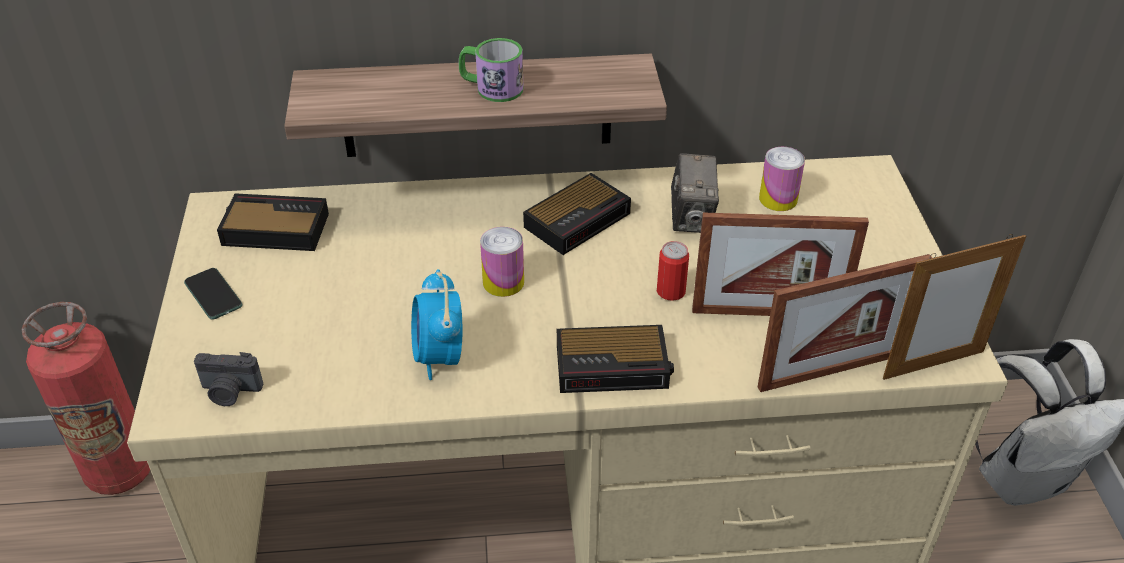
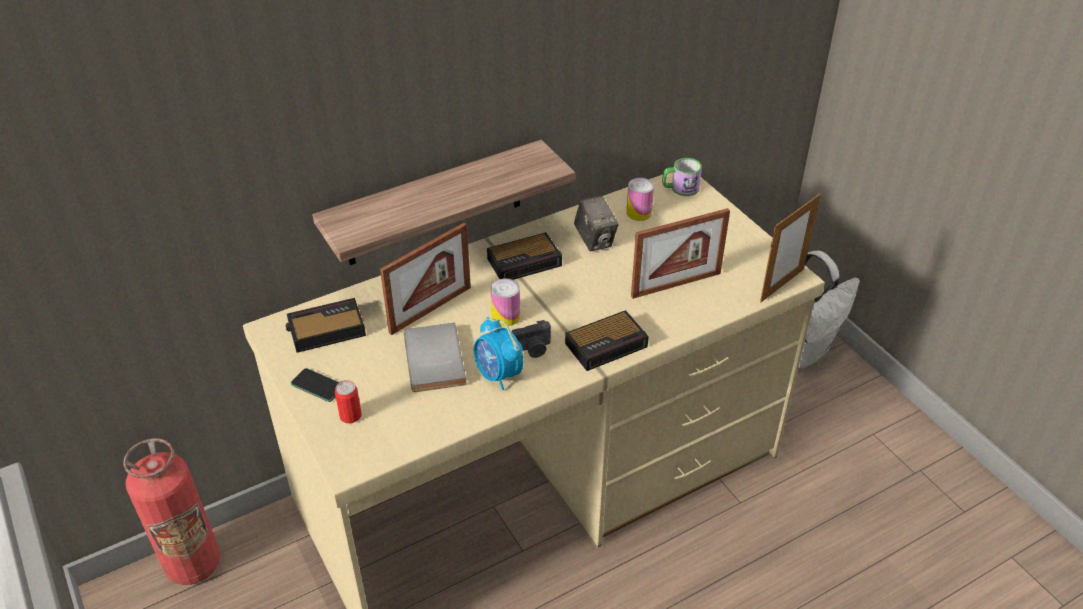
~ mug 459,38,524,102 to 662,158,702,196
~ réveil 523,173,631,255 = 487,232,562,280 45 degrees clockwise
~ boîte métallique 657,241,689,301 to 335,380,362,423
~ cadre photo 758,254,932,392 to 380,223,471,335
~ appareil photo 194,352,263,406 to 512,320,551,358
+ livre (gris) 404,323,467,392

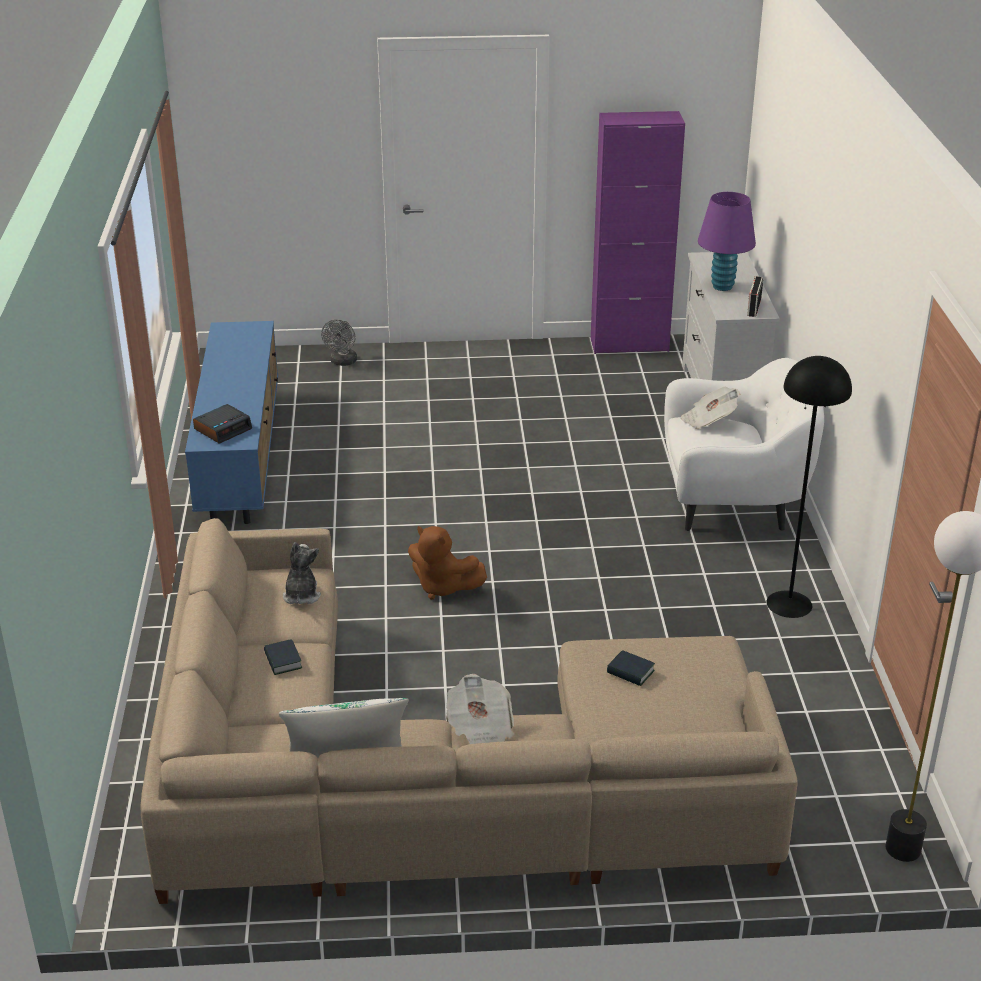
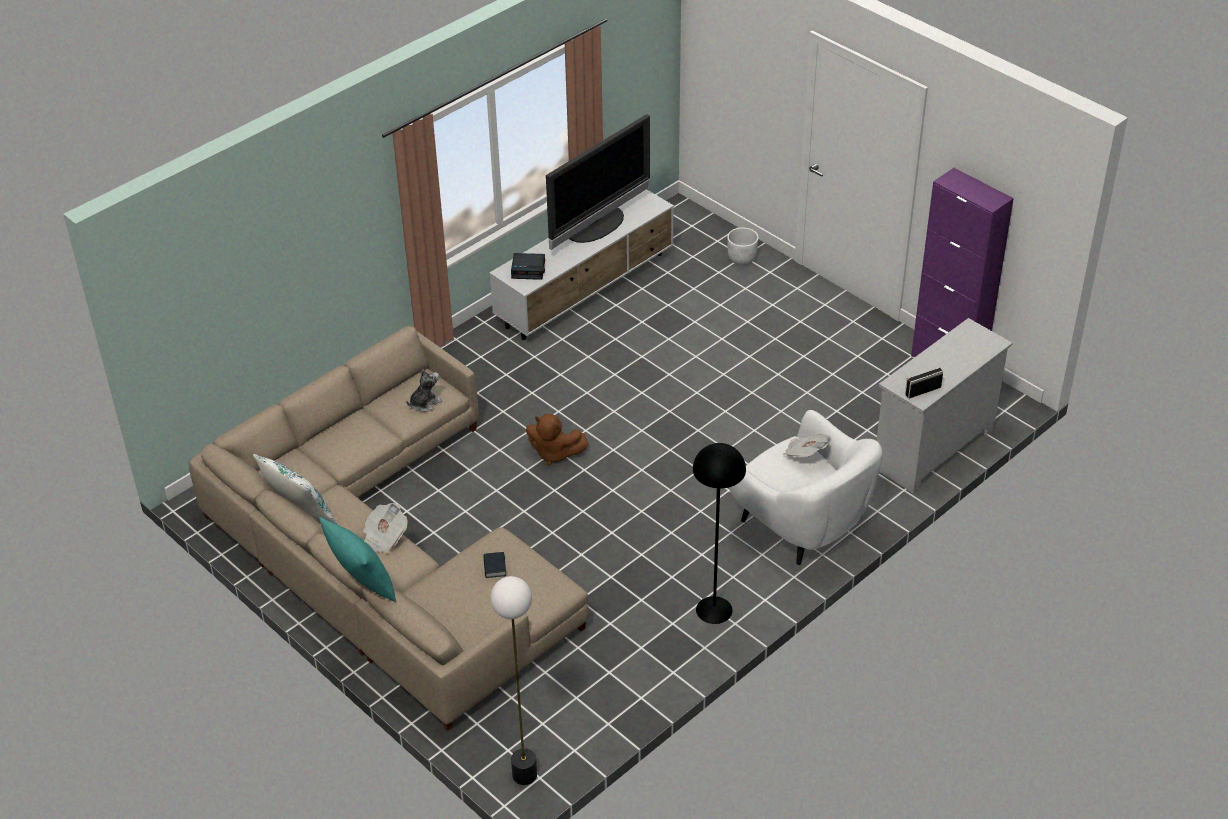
- lampe de table (violet) 698,192,756,291
~ ventilateur (gris) 321,319,357,366 to cache-pot (blanc) 727,228,759,265
~ meuble télé (bleu) 185,321,278,524 to meuble télé (blanc) 489,189,674,340
~ peluche (marron) 408,526,487,600 = 526,414,588,466 60 degrees counterclockwise
- livre 264,639,302,675
+ téléviseur 546,114,650,250
+ coussin (turquoise) 319,517,396,602

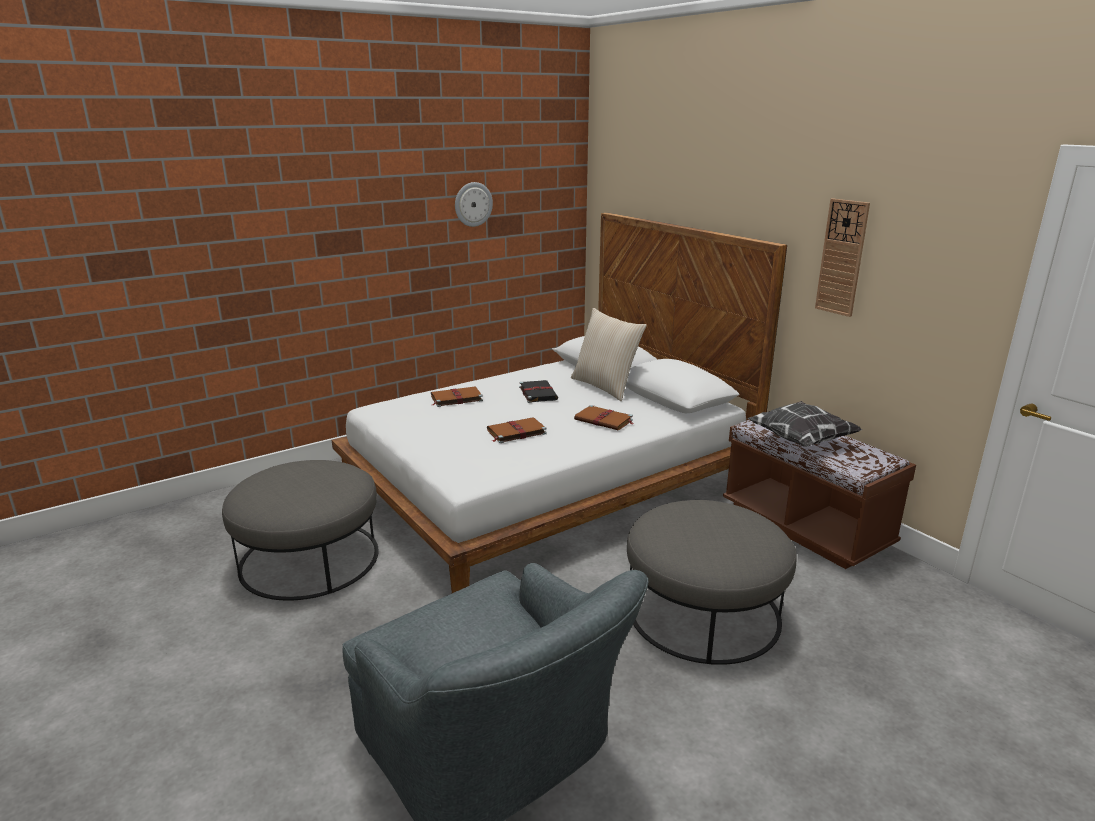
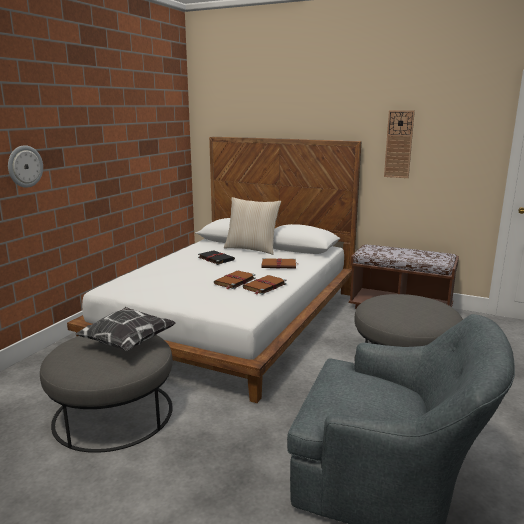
~ horloge murale 455,182,493,227 to 8,145,43,188
~ livre (marron) 431,386,483,407 to 243,275,286,295
~ coussin 748,401,862,447 to 75,307,176,351

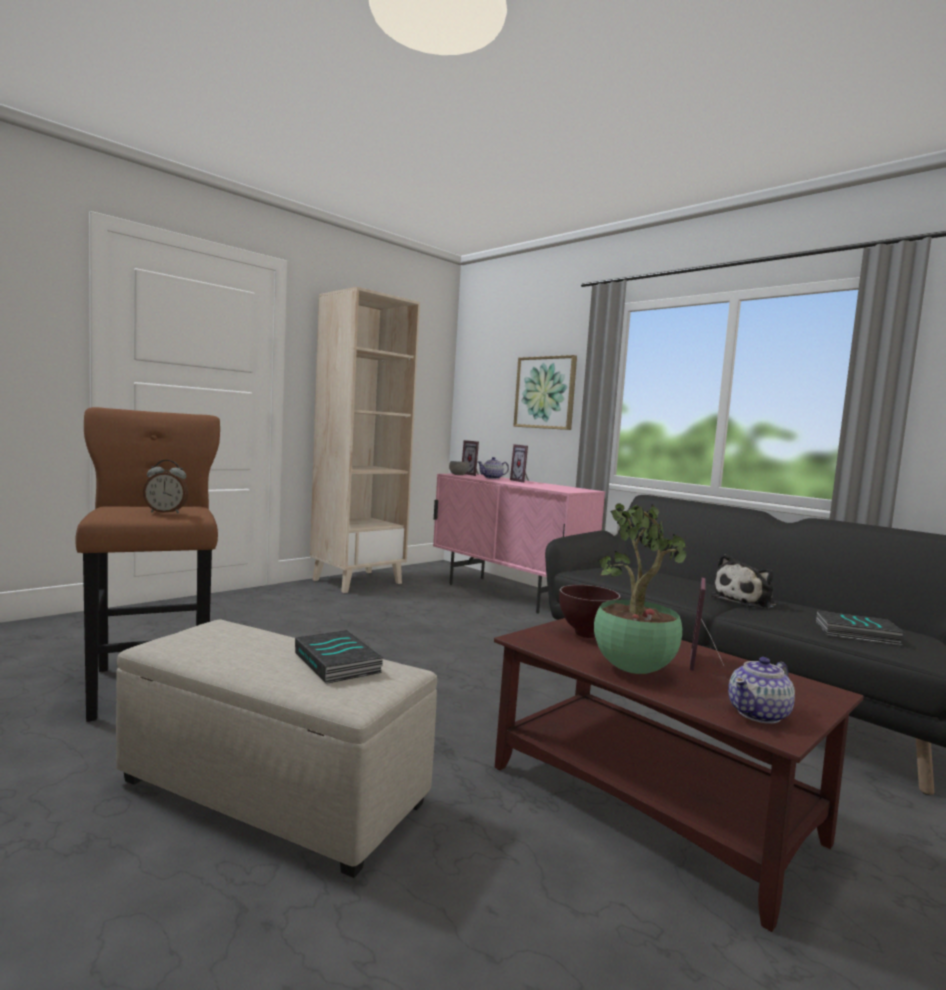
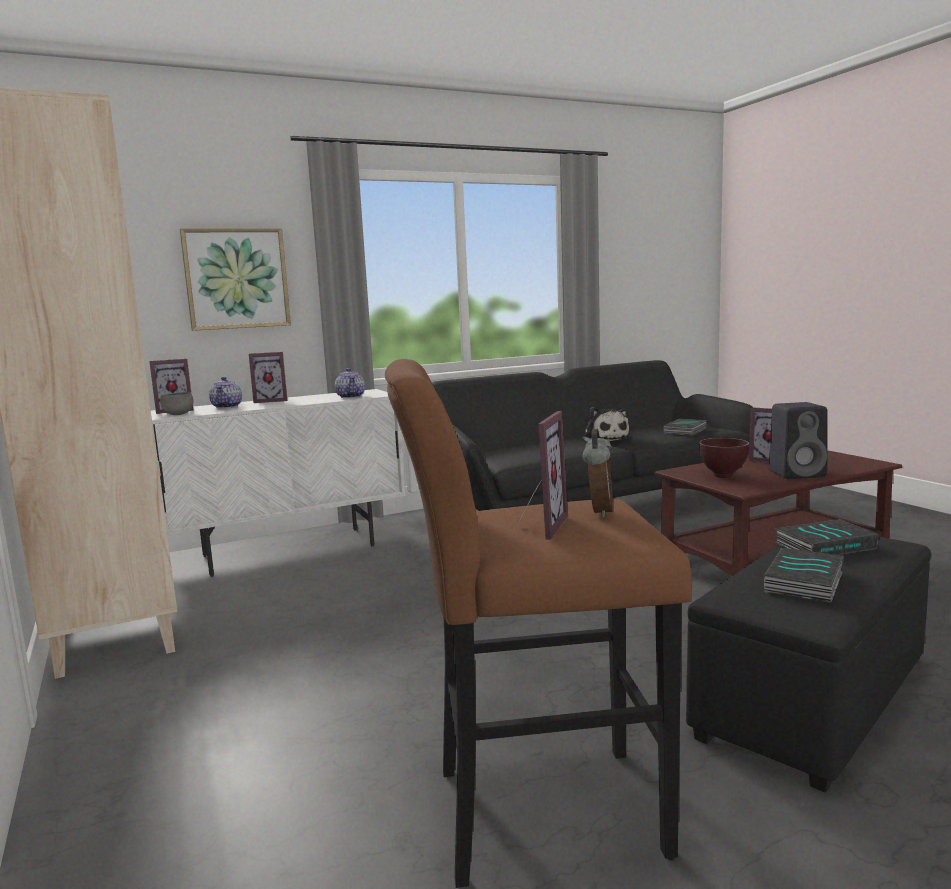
~ meuble de rangement (rose) 433,474,605,614 to meuble de rangement (blanc) 151,389,406,577
~ plante en pot 594,503,686,674 to enceinte (noir) 769,402,827,479
~ pouf (beige) 116,620,437,878 to pouf (noir) 686,537,931,793
~ théière 728,657,795,724 to 335,368,365,398
+ cadre photo 517,411,568,540
+ livre 764,548,844,603

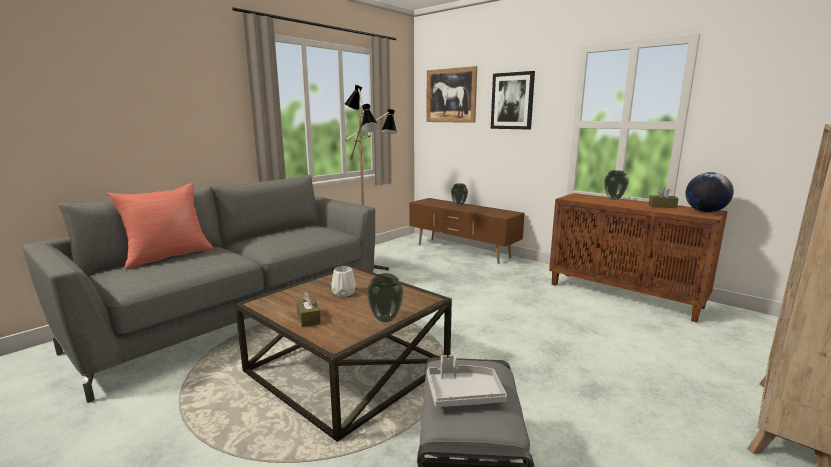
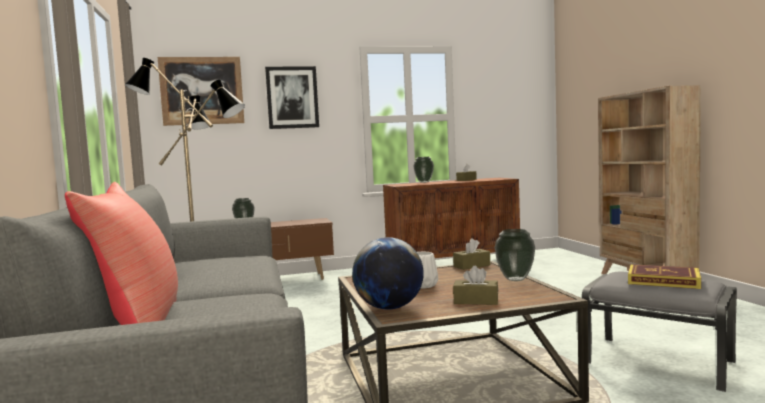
~ globe 685,172,734,212 to 352,237,424,310
~ plateau (gris) 427,355,507,407 to livre 628,264,701,289
+ boîte à mouchoirs (marron) 453,238,490,270

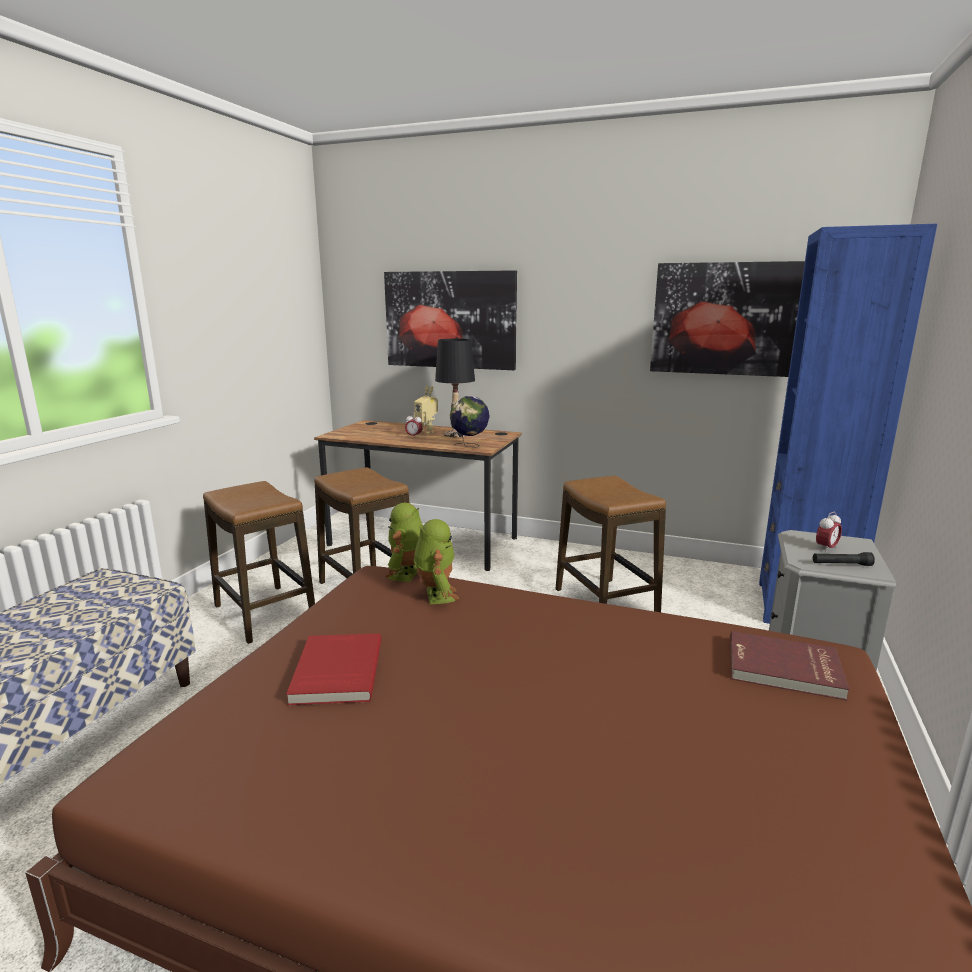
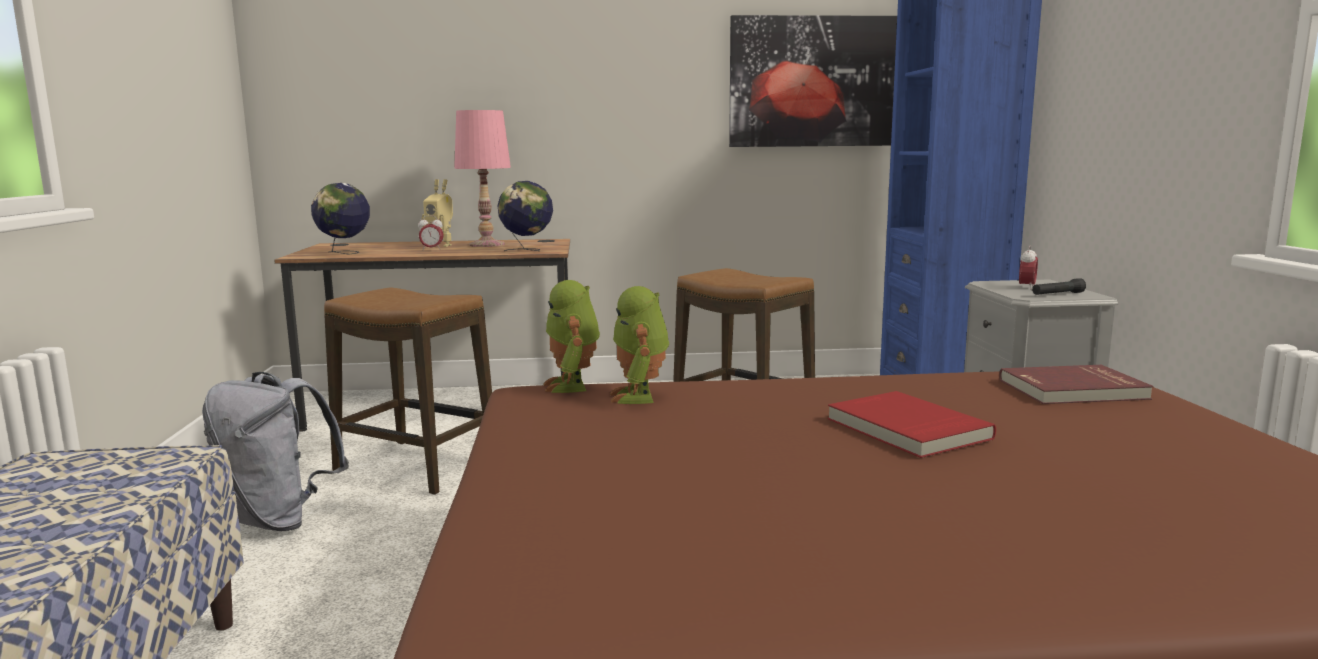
- tableau 384,270,517,370
~ lampe de table (noir) 435,339,475,437 to lampe de table (rose) 454,110,511,247
~ tabouret 203,481,315,644 to sac à dos (gris) 202,372,349,531
~ robot jouet 414,519,459,604 = 610,286,669,404 150 degrees counterclockwise
~ livre (rouge) 286,633,382,705 to 827,391,996,458
+ globe 311,183,370,255

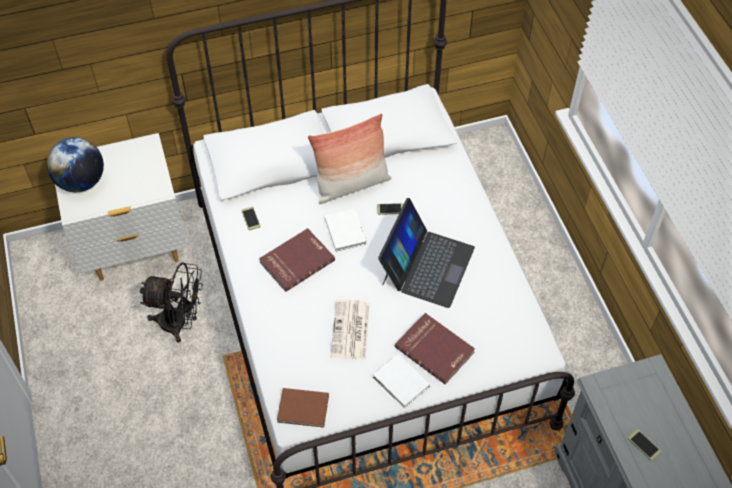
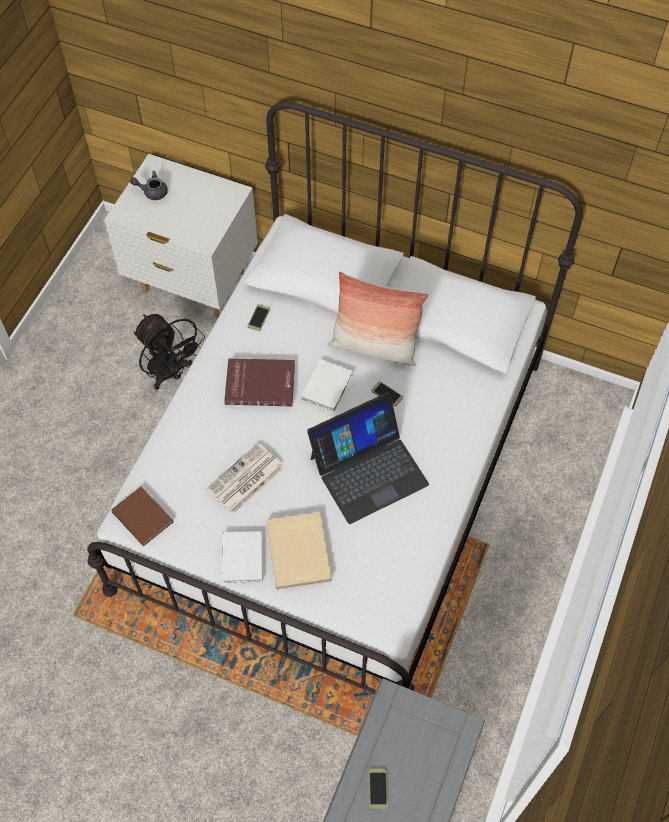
~ globe 47,137,104,192 to théière (gris) 130,171,168,200
~ livre (rouge) 395,313,475,384 to livre (beige) 266,512,332,590

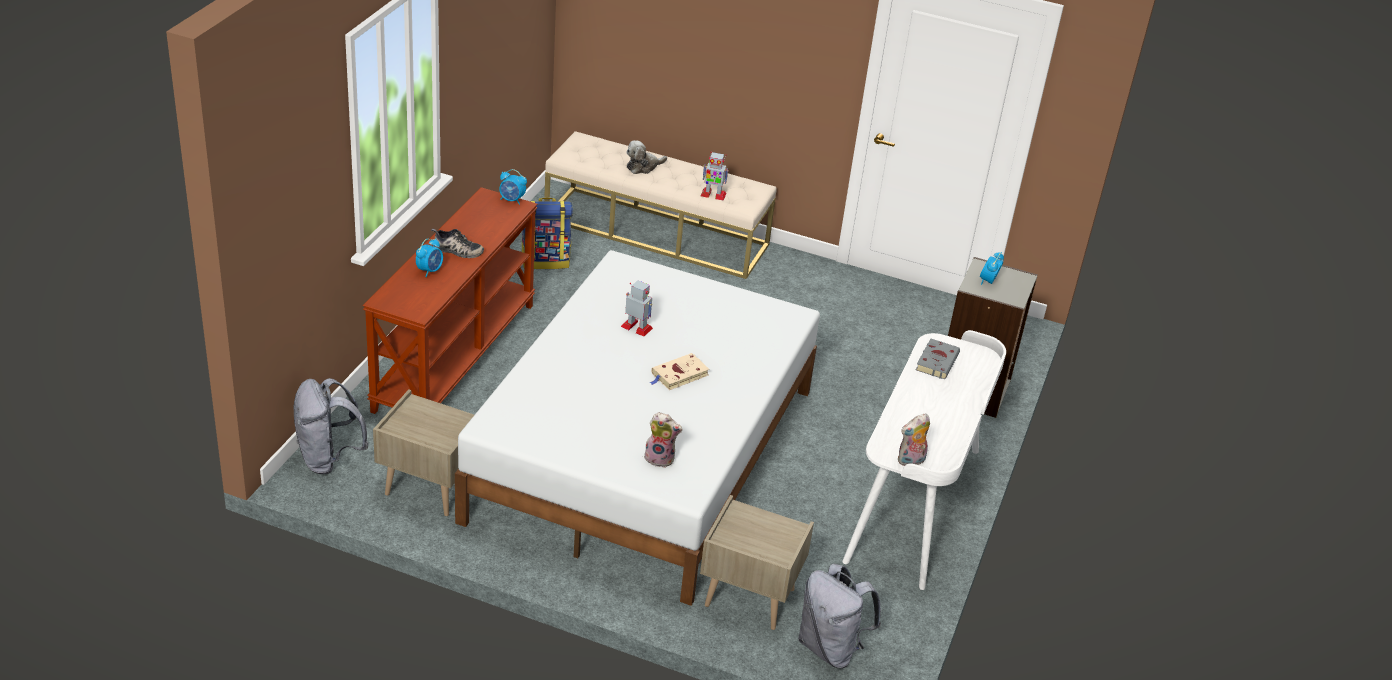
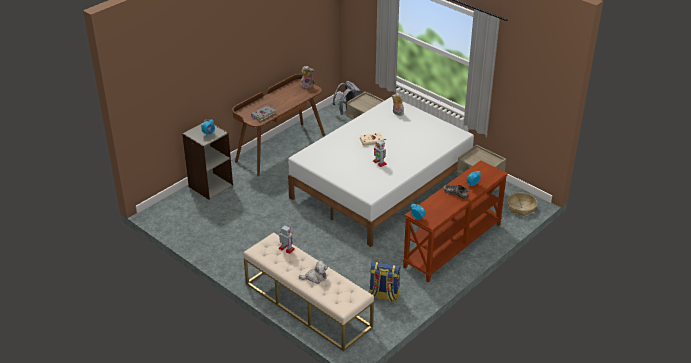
~ bureau (blanc) 842,330,1006,590 to bureau (marron) 232,74,325,176
~ sac à dos (gris) 293,378,369,474 to panier 507,192,537,216

